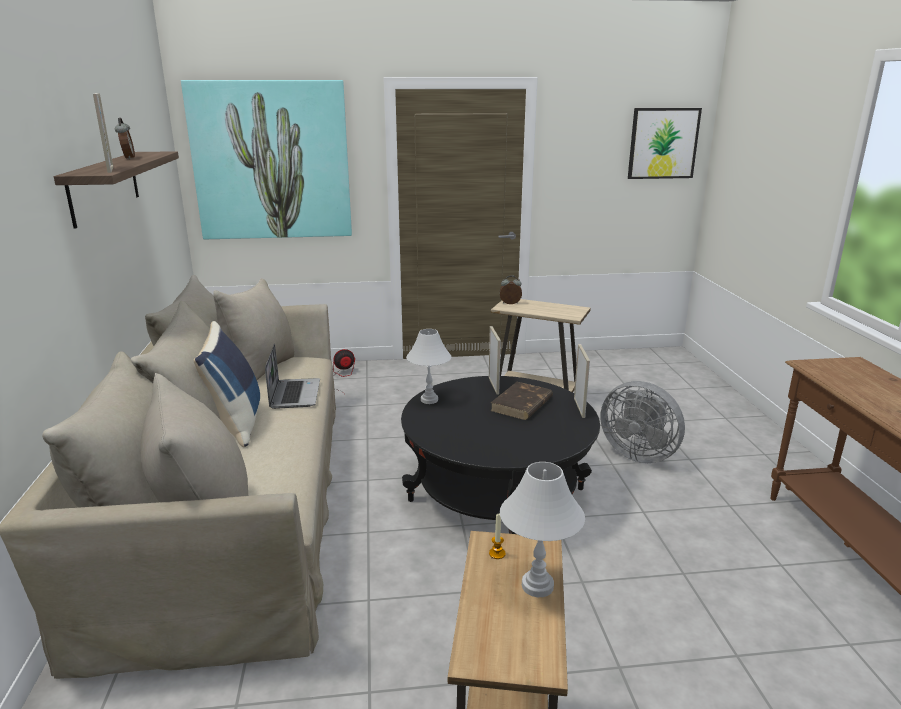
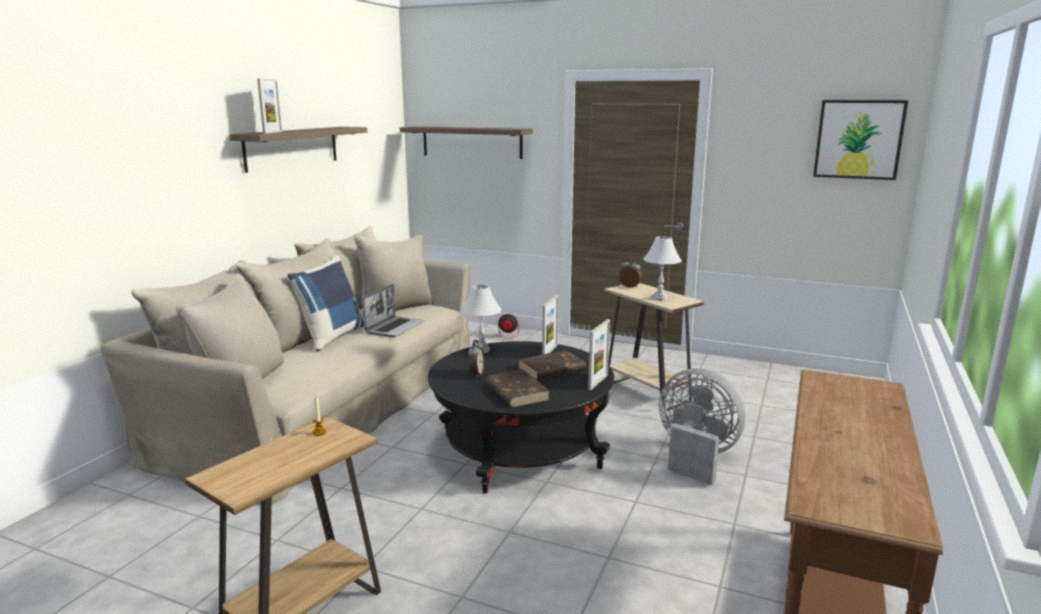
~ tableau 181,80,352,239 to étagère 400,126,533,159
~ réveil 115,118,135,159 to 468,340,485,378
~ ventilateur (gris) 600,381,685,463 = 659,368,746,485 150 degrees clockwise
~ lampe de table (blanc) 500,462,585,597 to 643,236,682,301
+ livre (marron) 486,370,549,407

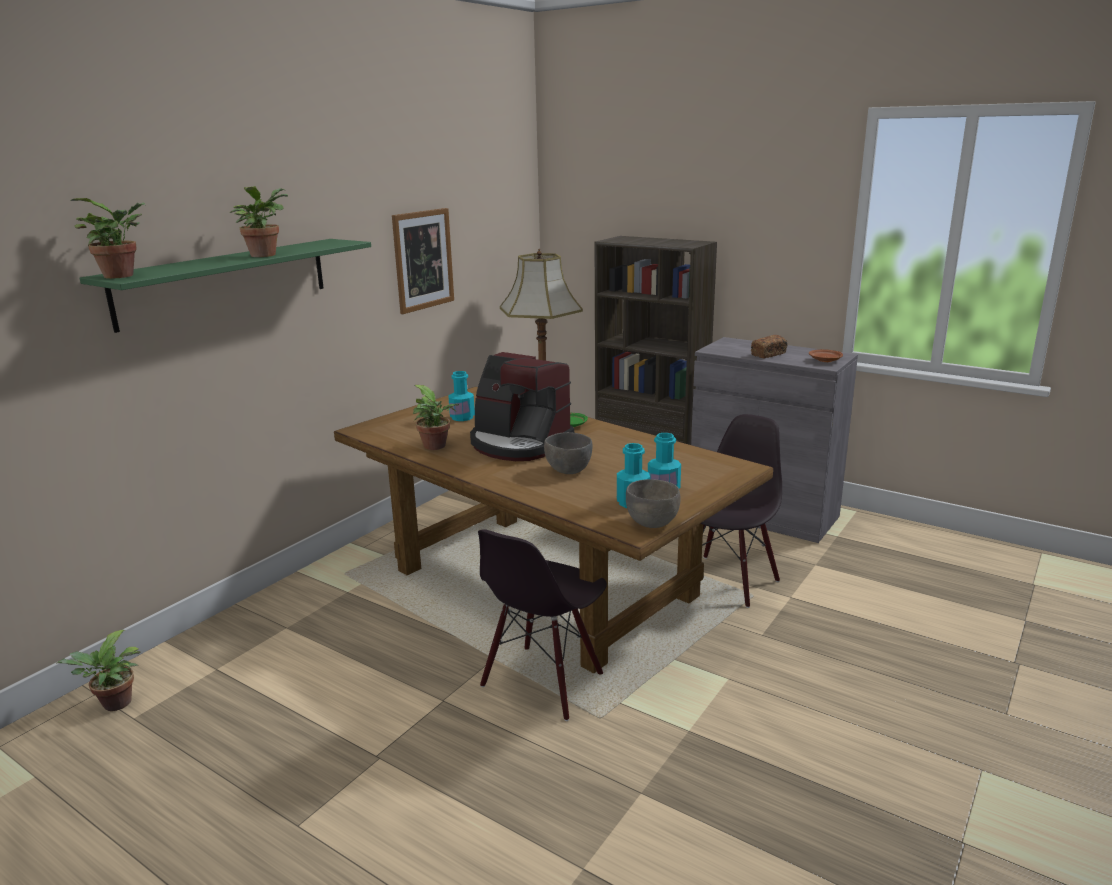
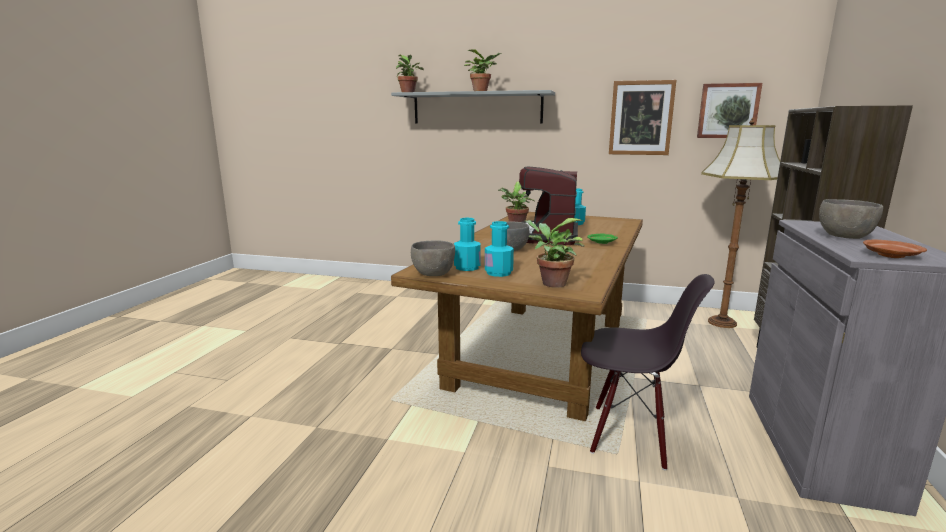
~ étagère (vert) 79,239,371,333 to étagère (gris) 391,90,555,123
~ pain 751,335,787,359 to bol (gris) 819,199,883,239
- chaise (noir) 478,529,607,721
~ plante en pot 57,630,141,711 to 525,218,585,288
+ tableau 697,83,762,138

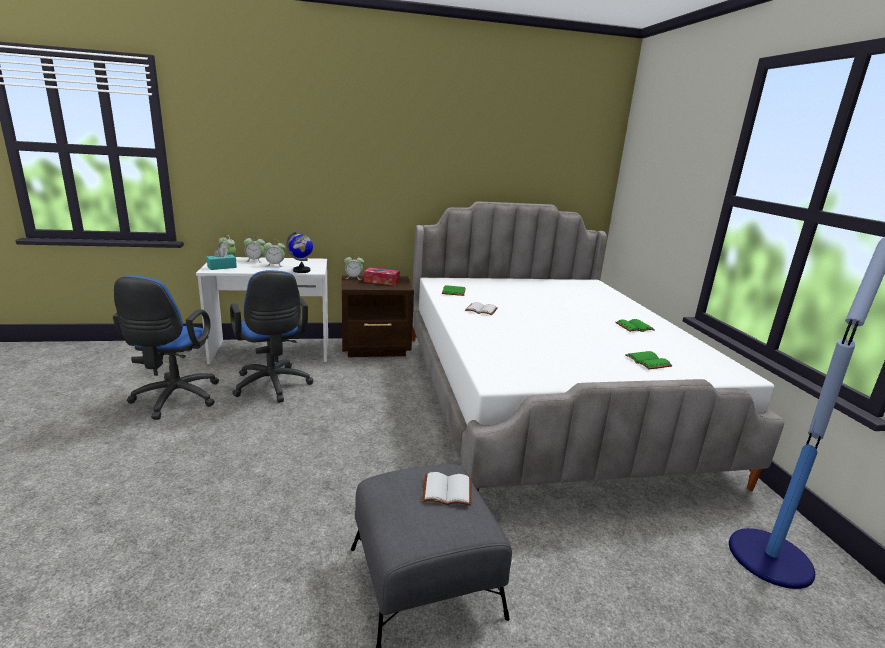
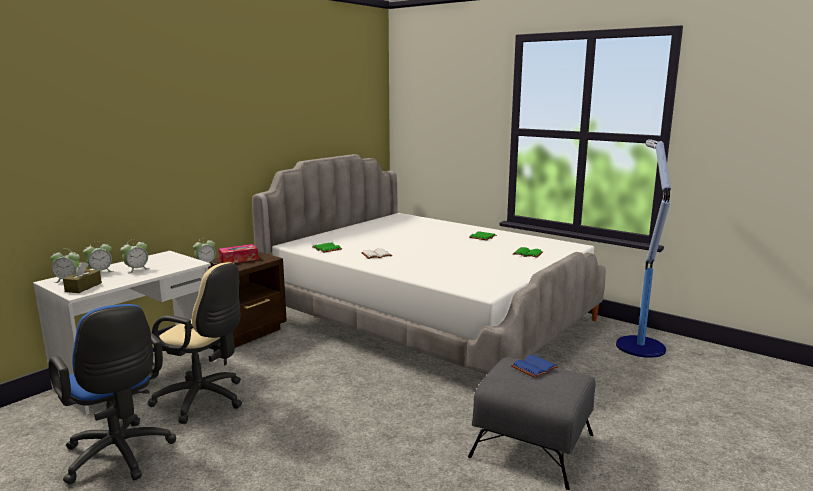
- globe 286,231,313,273
~ boîte à mouchoirs (turquoise) 207,247,237,270 to boîte à mouchoirs (marron) 63,262,102,293
~ chaise de bureau (bleu) 230,270,313,403 to chaise de bureau (beige) 148,262,242,424
~ livre (blanc) 422,472,472,506 to livre (bleu) 511,355,559,378

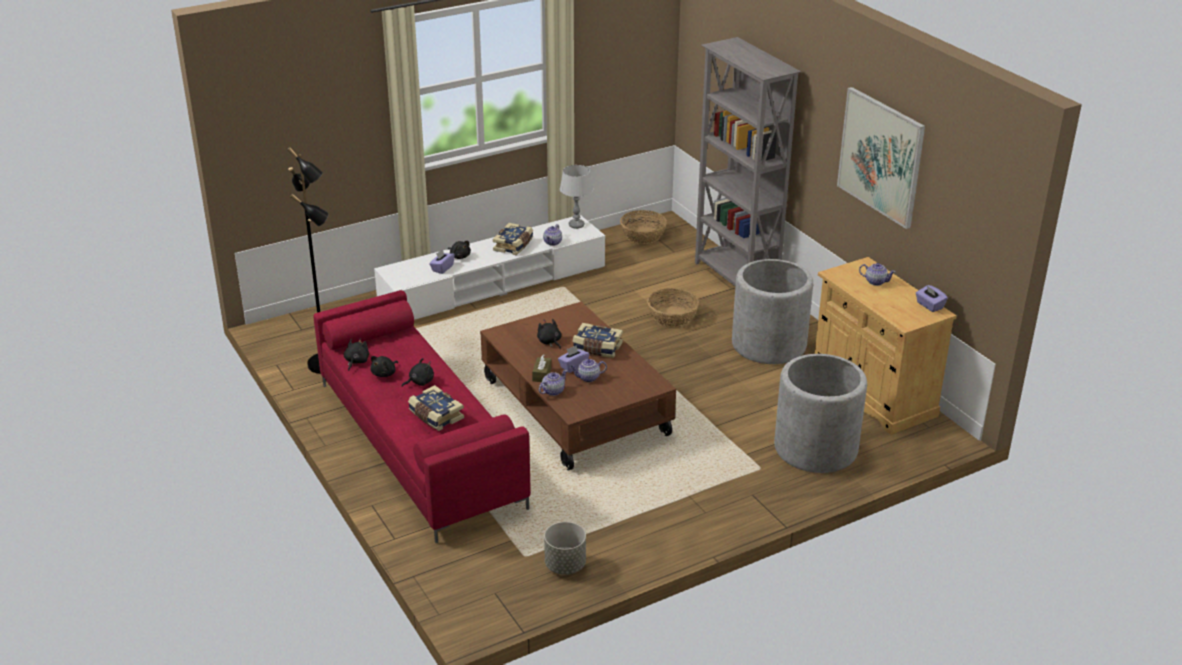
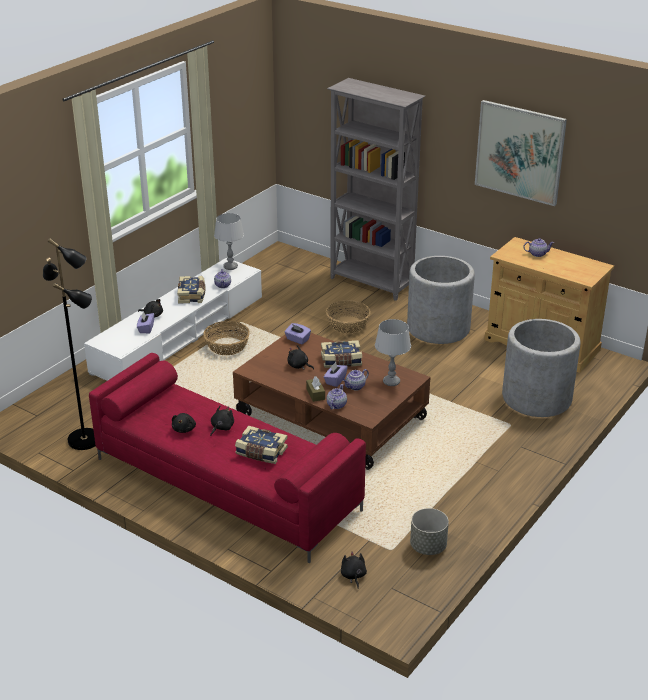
~ panier 620,210,667,244 to 203,321,250,355
~ boîte à mouchoirs (violet) 916,285,948,312 to 284,323,311,344
~ peluche (noir) 344,338,369,371 to 341,552,367,588
+ lampe de table (gris) 375,319,411,386

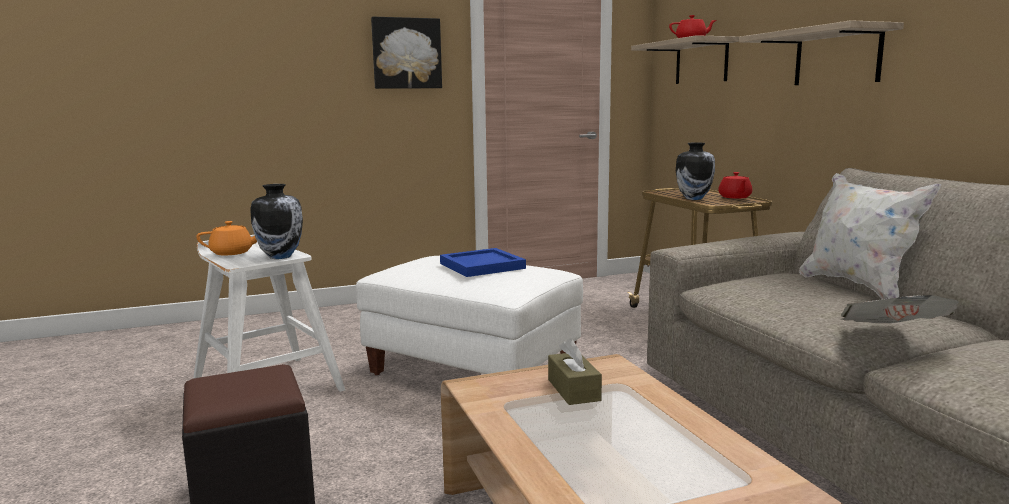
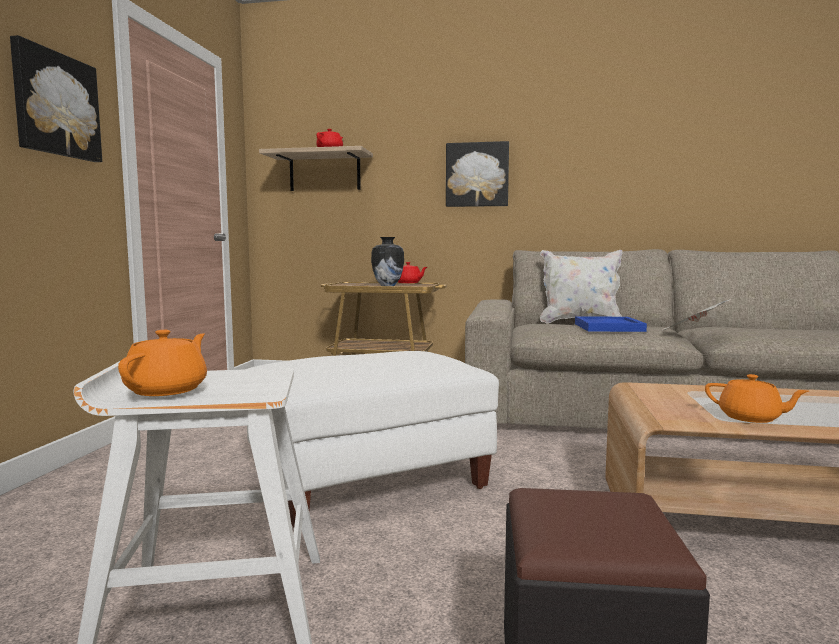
~ étagère 739,20,904,85 to tableau 446,141,509,207
- vase 250,184,303,259
~ plateau (bleu) 440,248,526,277 to 575,316,647,332
- boîte à mouchoirs (marron) 548,338,602,405
+ théière (orange) 705,374,809,423

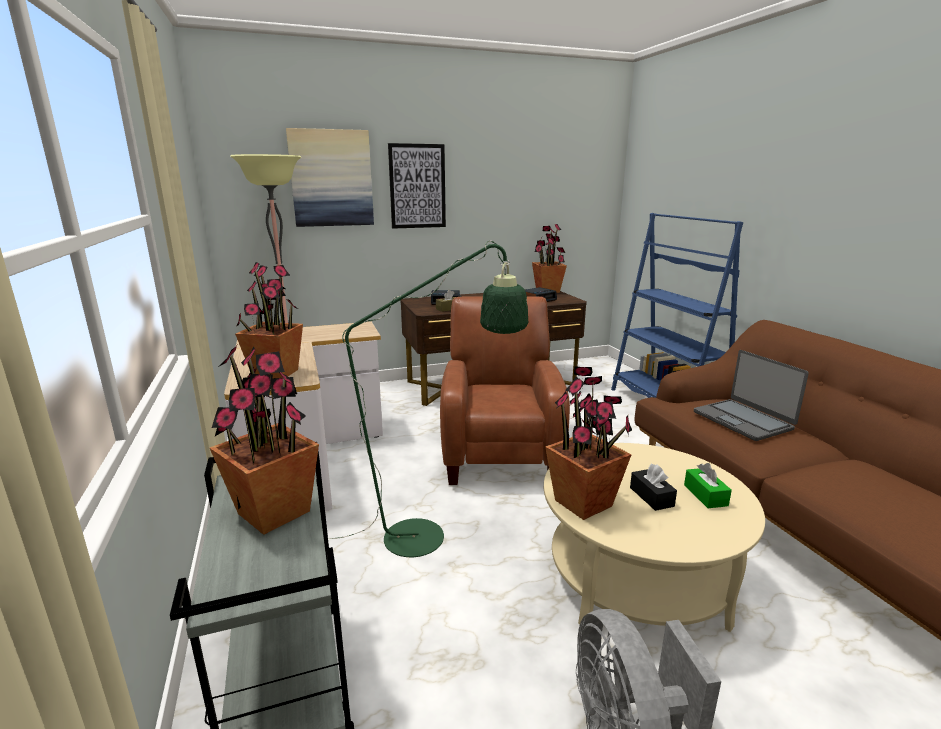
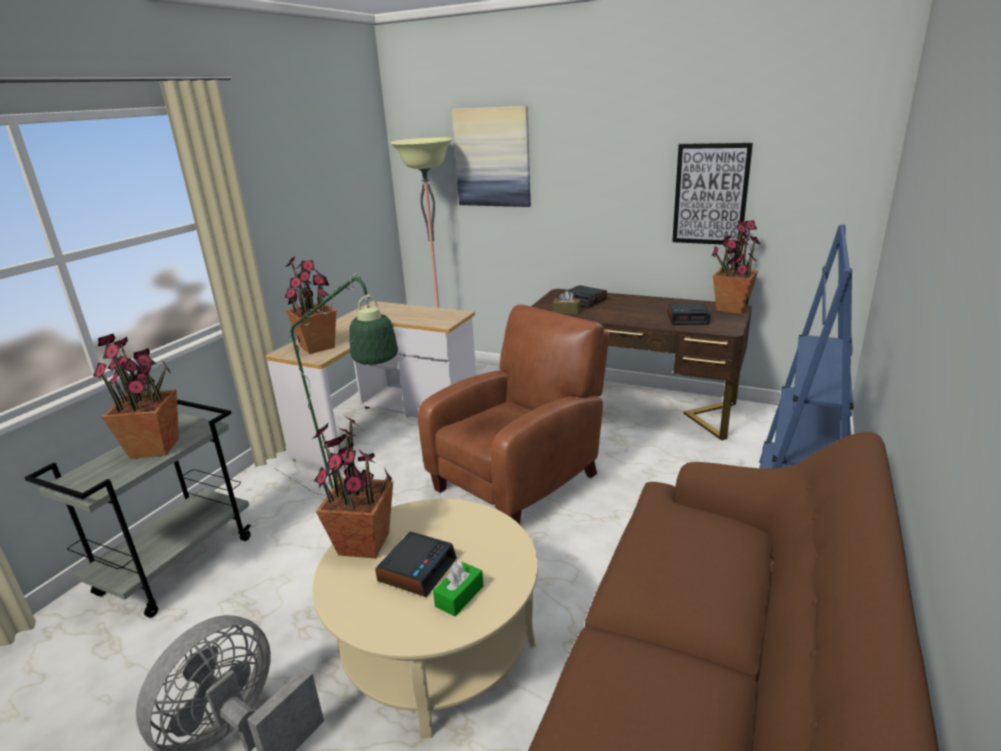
~ tableau 388,143,446,229 to 672,143,753,245
- ordinateur portable 694,350,809,441
~ boîte à mouchoirs (noir) 630,464,677,511 to réveil 375,532,457,597

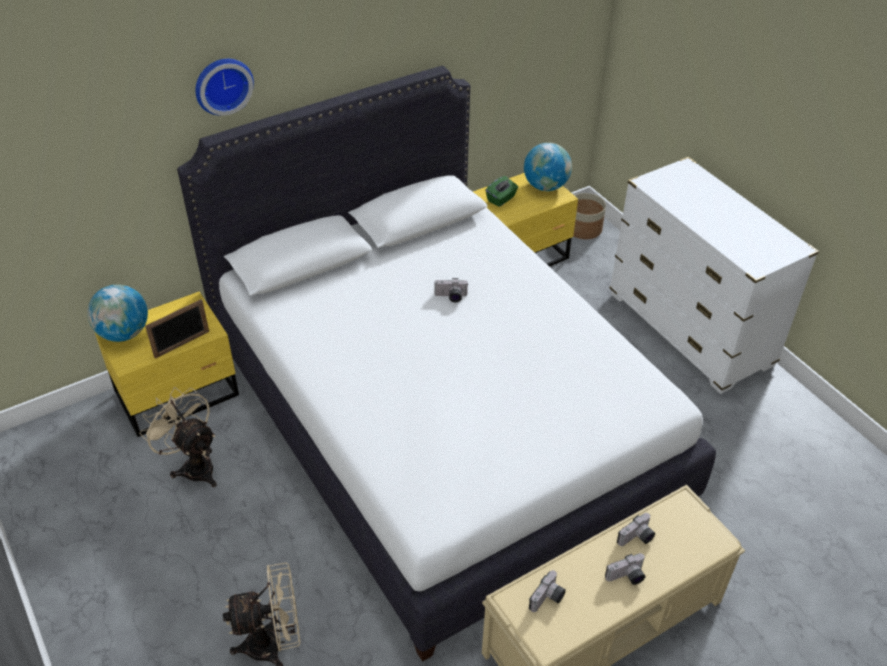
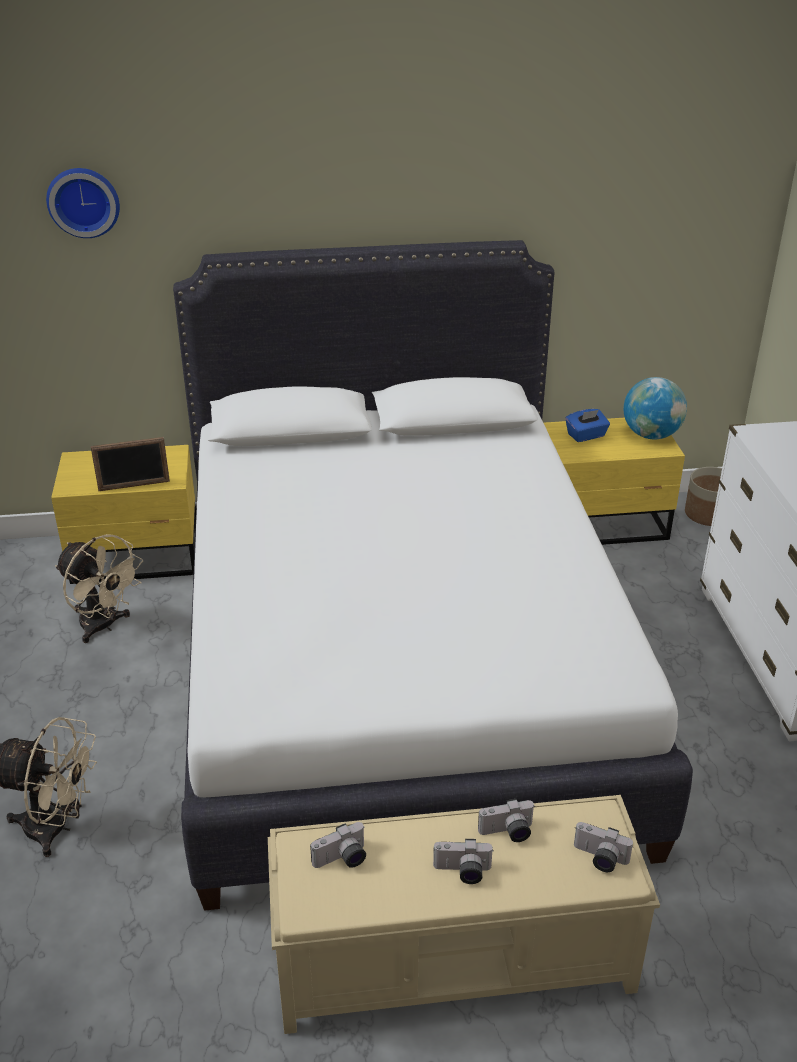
~ horloge murale 195,59,254,116 to 46,168,120,238
~ boîte à mouchoirs (vert) 486,176,518,207 to boîte à mouchoirs (bleu) 566,409,610,442
~ appareil photo 434,278,468,302 to 574,822,633,872
- globe 87,284,148,342
~ ventilateur (beige) 140,387,217,487 = 55,534,143,643 150 degrees clockwise

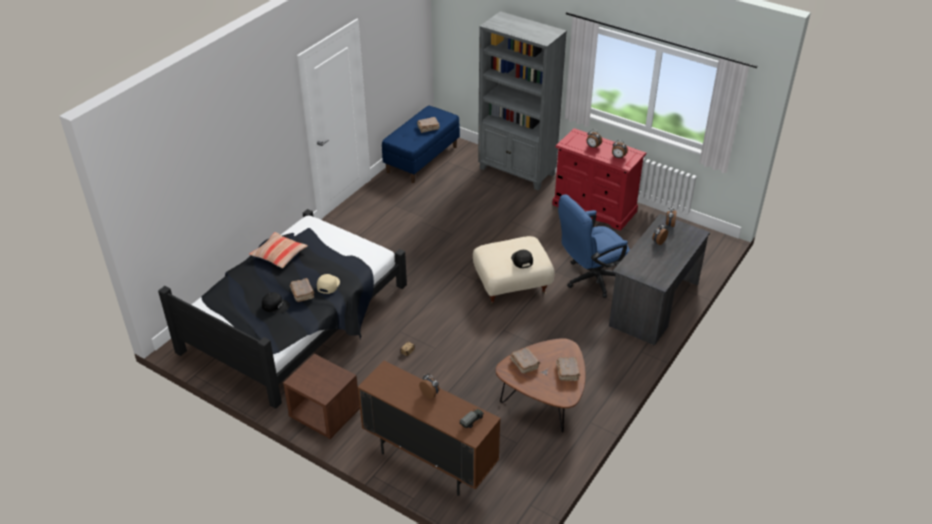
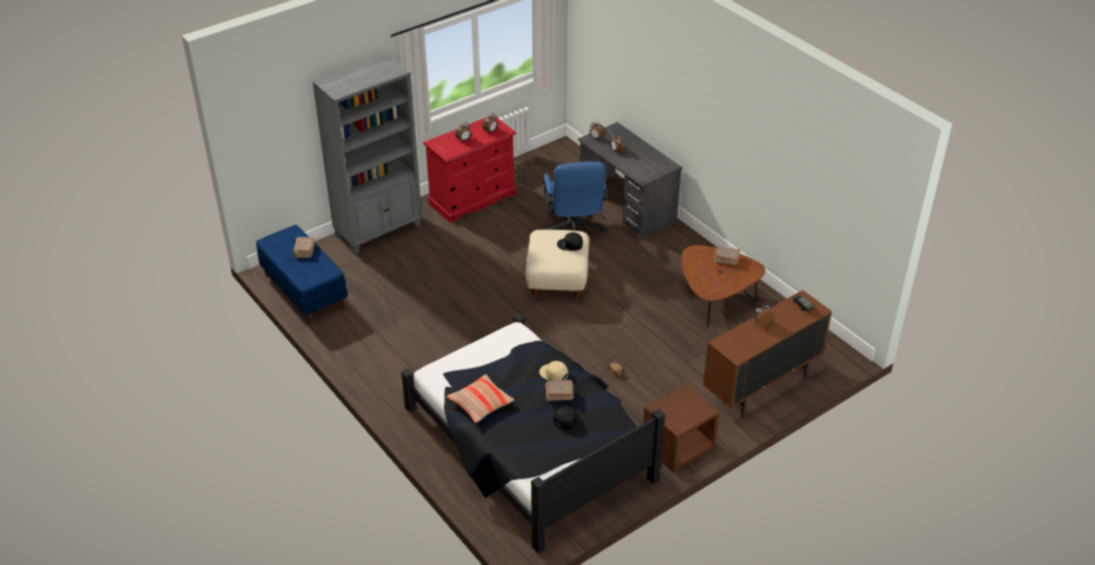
- livre (marron) 510,347,540,374

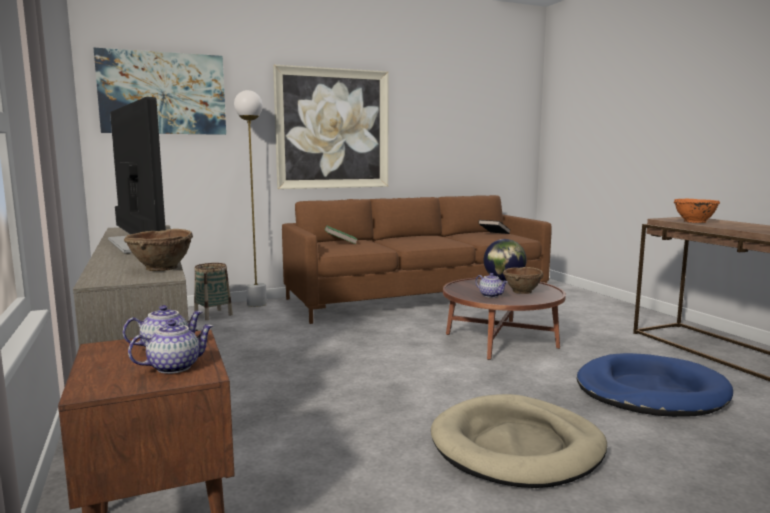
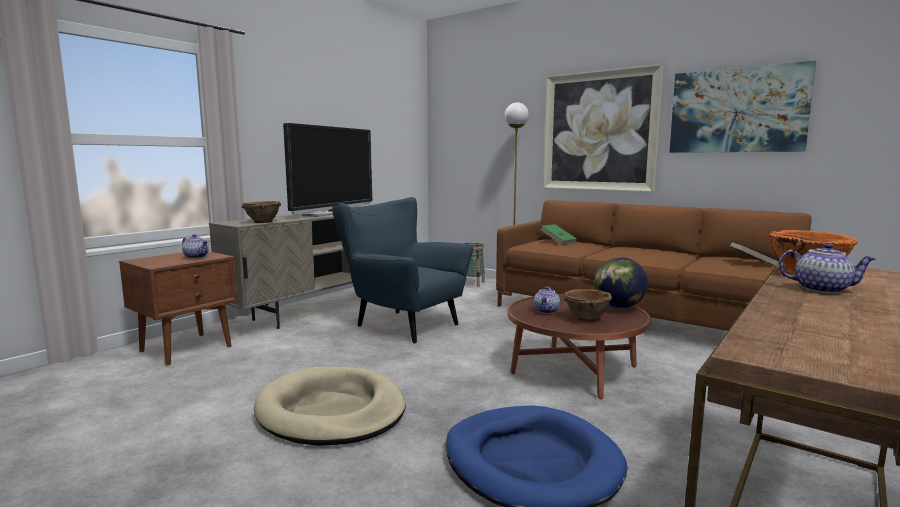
~ tableau 93,47,226,135 to 669,61,816,153
~ théière 128,320,213,374 to 778,243,876,294
+ fauteuil (bleu) 332,197,474,344

